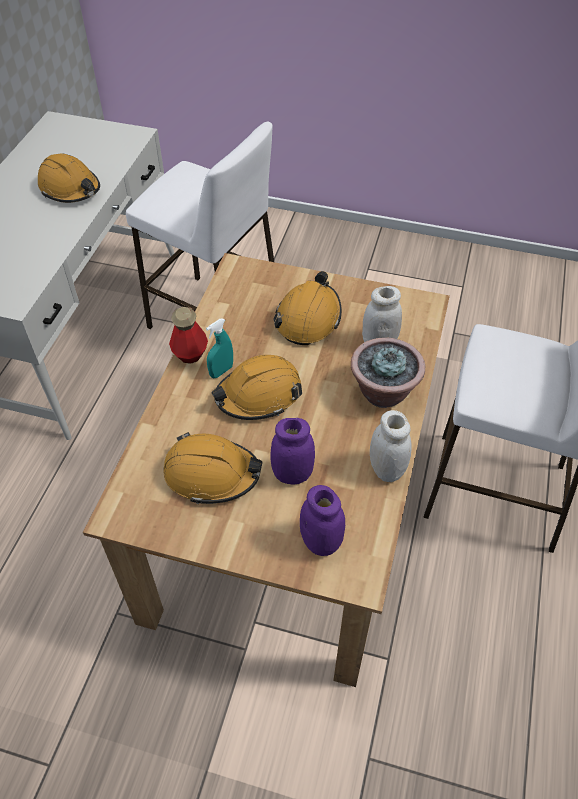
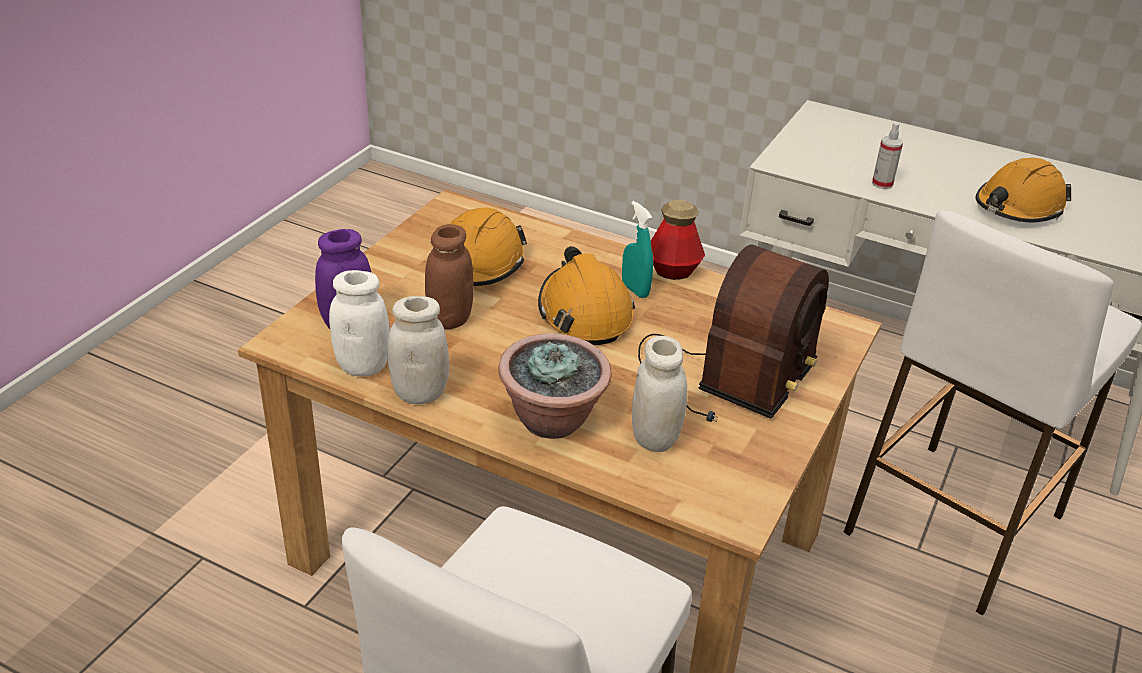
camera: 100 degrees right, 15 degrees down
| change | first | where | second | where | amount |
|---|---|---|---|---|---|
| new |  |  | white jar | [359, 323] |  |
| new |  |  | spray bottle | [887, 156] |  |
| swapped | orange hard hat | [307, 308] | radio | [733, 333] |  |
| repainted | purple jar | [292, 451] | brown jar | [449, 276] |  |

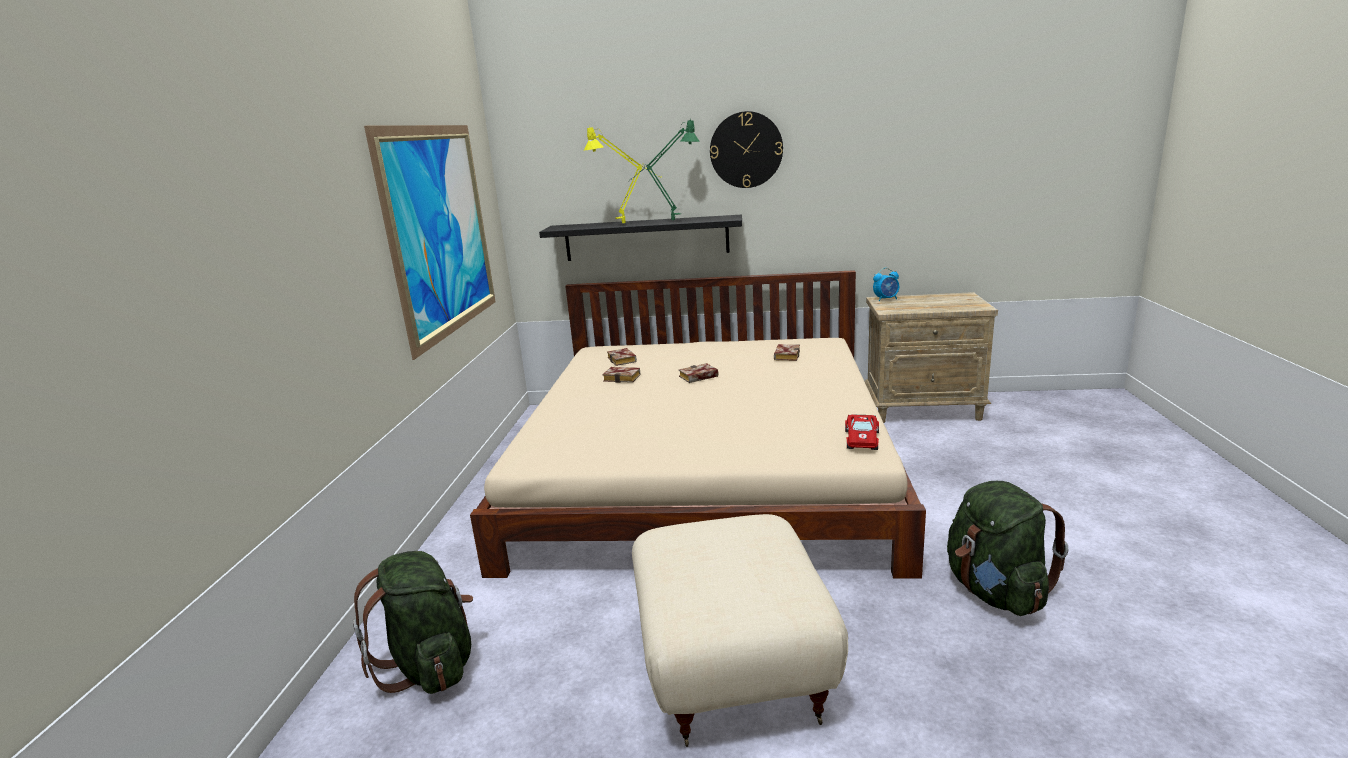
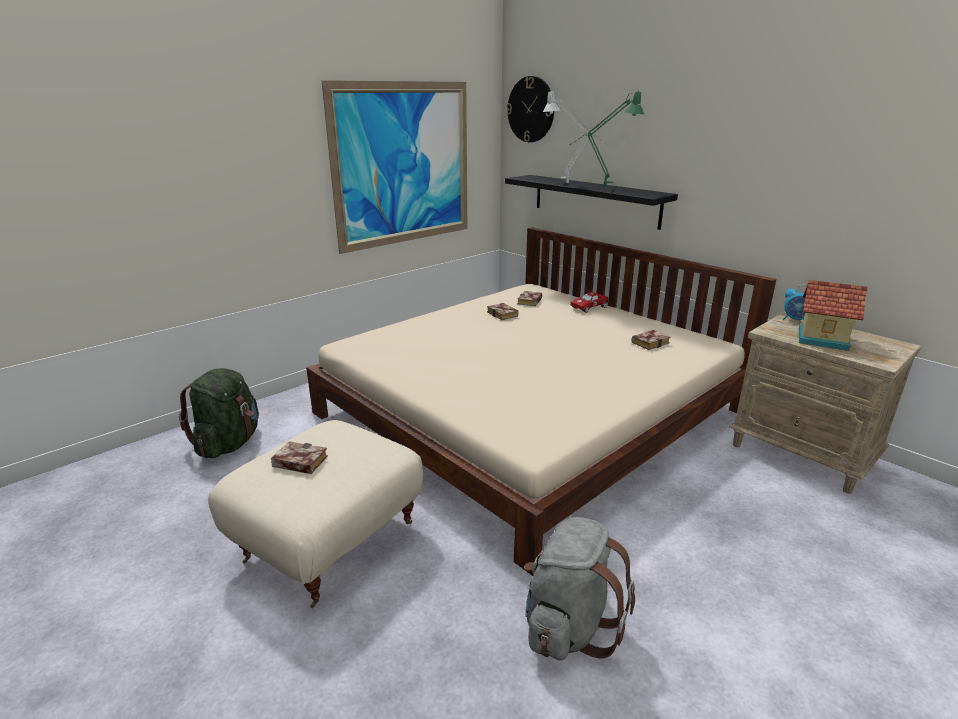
camera: 40 degrees right, 5 degrees up
| change | first | where | second | where | amount |
|---|---|---|---|---|---|
| new |  |  | toy house | [833, 315] |  |
| shifted | book | [698, 373] |  | [299, 457] |  |
| shifted | wall clock | [746, 149] |  | [530, 109] |  |
| shifted | red toy car | [862, 432] |  | [589, 302] |  |
| repainted | yellow table lamp | [622, 175] | grey table lamp | [575, 137] |  |
| repainted | green backpack | [1007, 548] | grey backpack | [579, 589] |  |

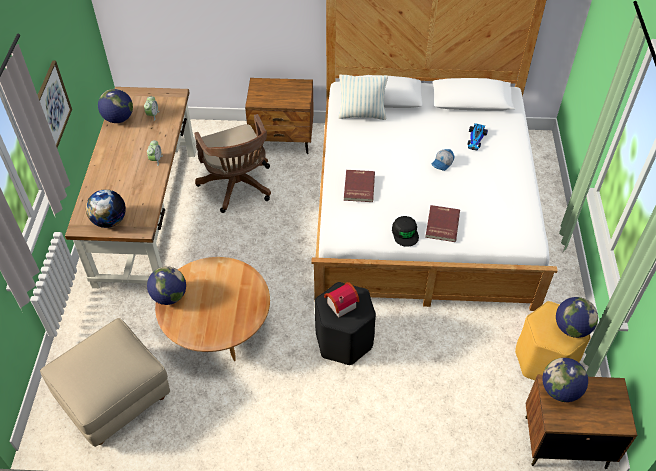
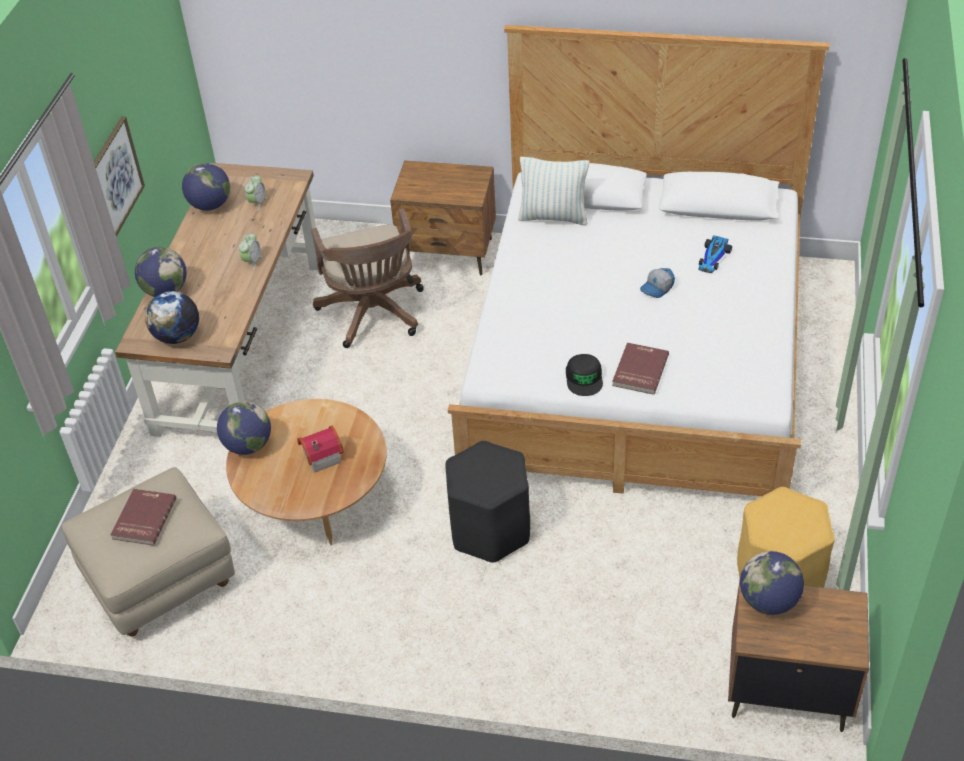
camera: 10 degrees right, 5 degrees down
| change | first | where | second | where | amount |
|---|---|---|---|---|---|
| shifted | toy house | [342, 299] |  | [320, 449] |  |
| shifted | red book | [359, 186] |  | [143, 517] |  |
| shifted | globe | [577, 317] |  | [161, 272] |  |

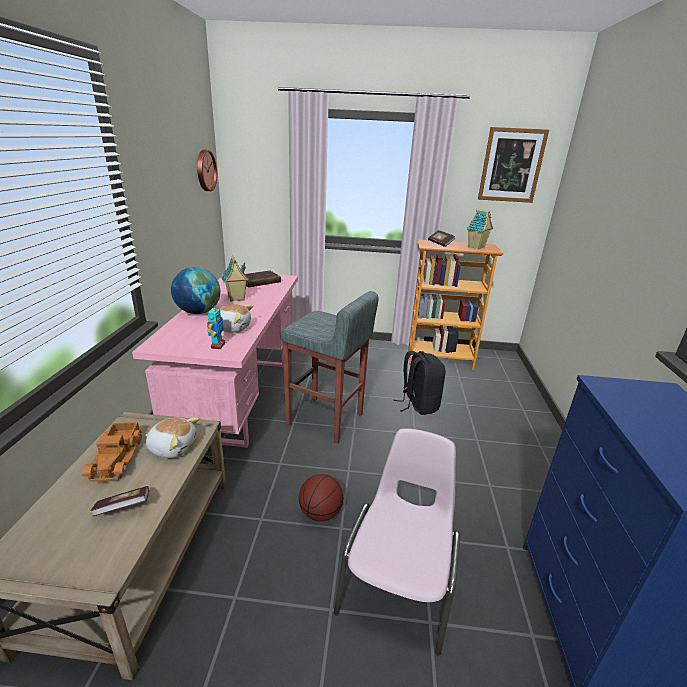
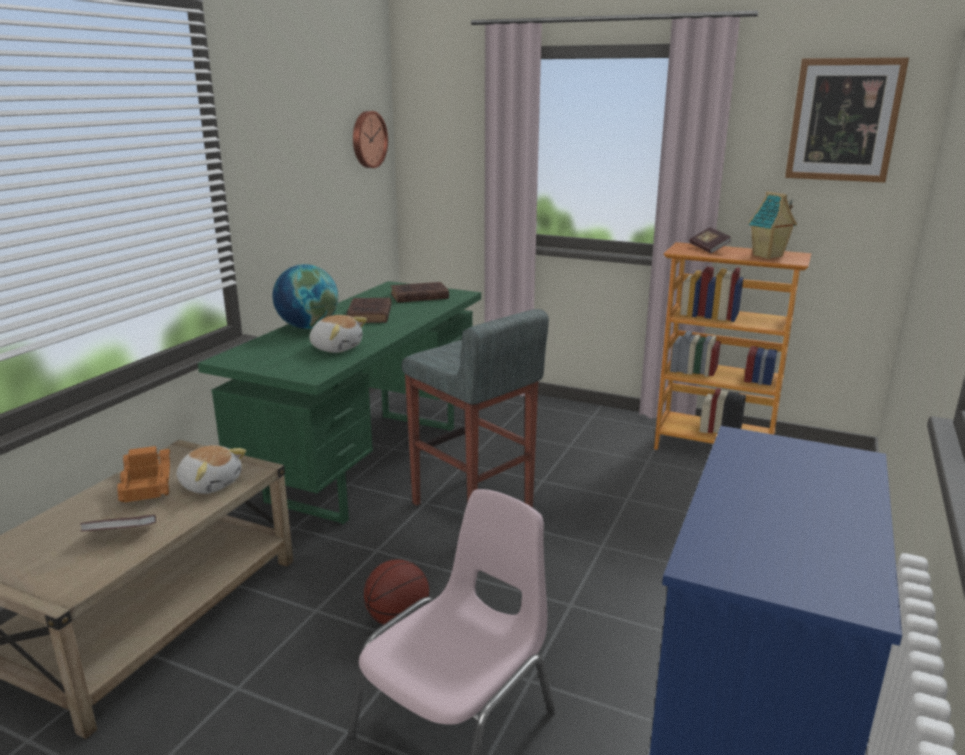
camera: 20 degrees right, 5 degrees down
| change | first | where | second | where | amount |
|---|---|---|---|---|---|
| gone | toy robot | [216, 328] |  |  |  |
| gone | black backpack | [420, 383] |  |  |  |
| swapped | toy house | [235, 279] | brown book | [369, 310] |  |
| repainted | pink desk | [215, 360] | green desk | [339, 402] |  |
| rotated | toy truck | [112, 452] |  | [143, 474] | 150 degrees clockwise |

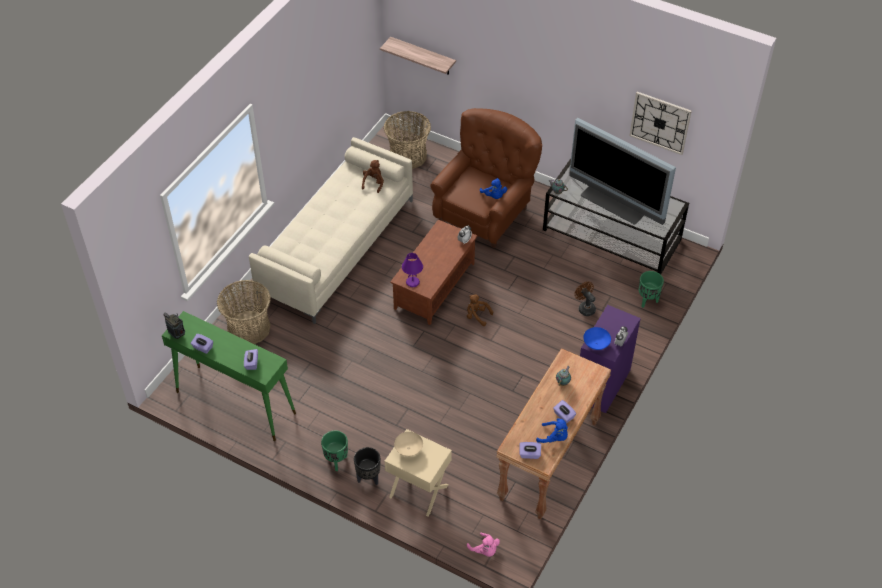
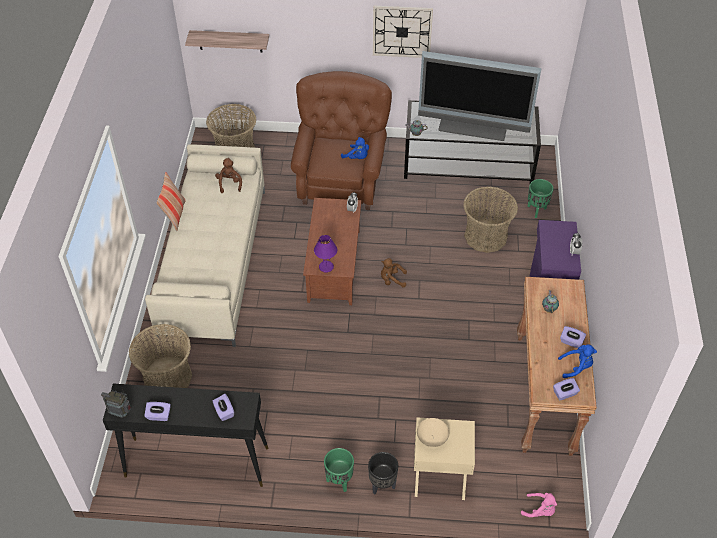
camera: 25 degrees left, 0 degrees up
| change | first | where | second | where | amount |
|---|---|---|---|---|---|
| gone | blue bowl | [597, 338] |  |  |  |
| new |  |  | pillow | [171, 201] |  |
| shifted | wall clock | [660, 123] |  | [403, 32] |  |
| swapped | brown fan | [585, 298] | basket | [490, 220] |  |
| repainted | green console table | [229, 376] | black console table | [186, 435] |  |

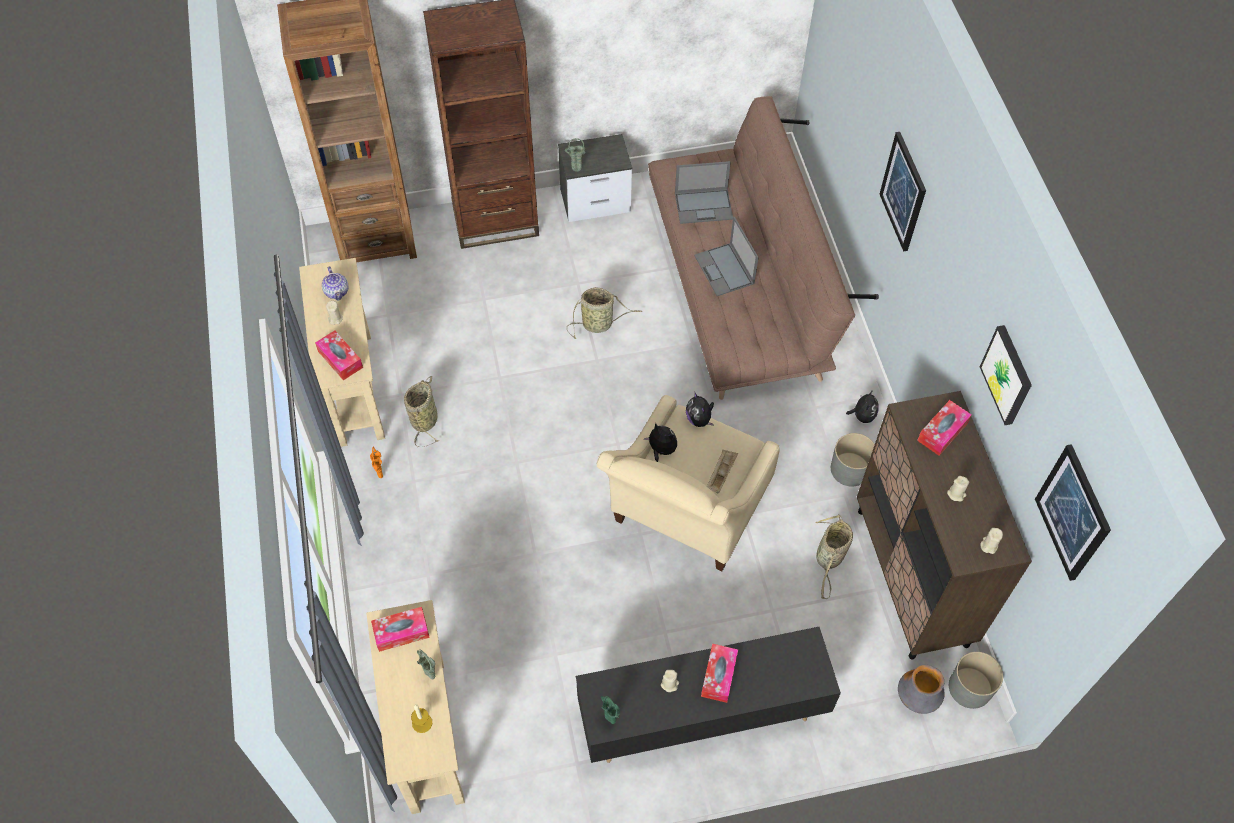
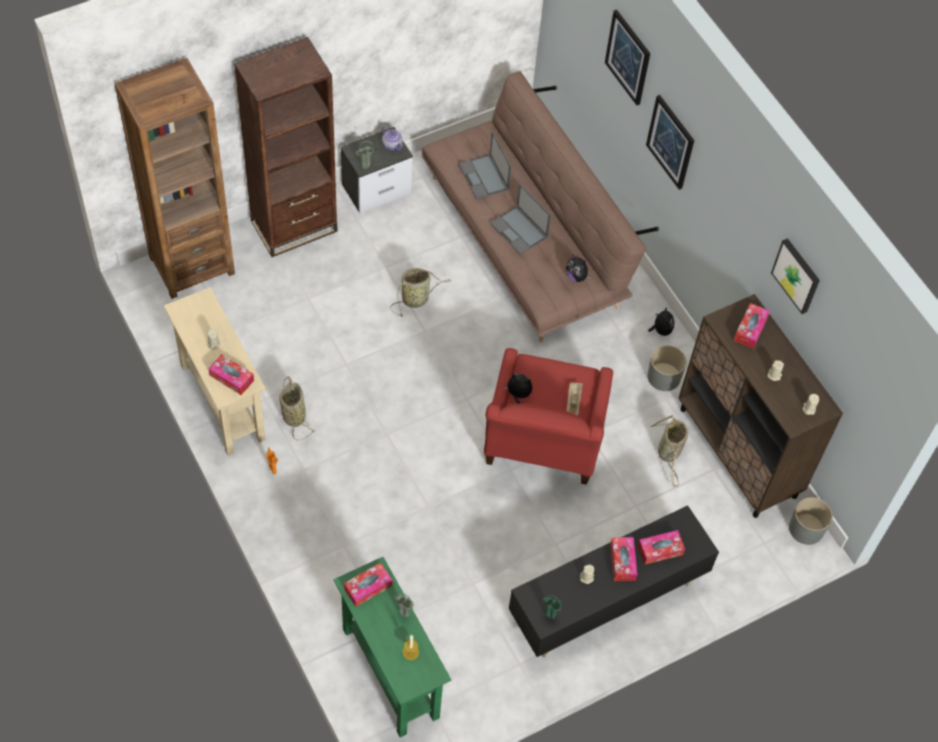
camera: 20 degrees left, 0 degrees up
| change | first | where | second | where | amount |
|---|---|---|---|---|---|
| gone | vase | [921, 689] |  |  |  |
| new |  |  | tissue box | [661, 547] |  |
| shifted | teapot | [335, 283] |  | [392, 138] |  |
| shifted | plush toy | [700, 410] |  | [578, 268] |  |
| shifted | picture | [1073, 512] |  | [627, 57] |  |
| repainted | beige console table | [415, 707] | green console table | [392, 647] |  |
| repainted | beige armchair | [688, 483] | red armchair | [548, 416] |  |
| rotated | laptop | [704, 192] |  | [485, 165] | 90 degrees clockwise |

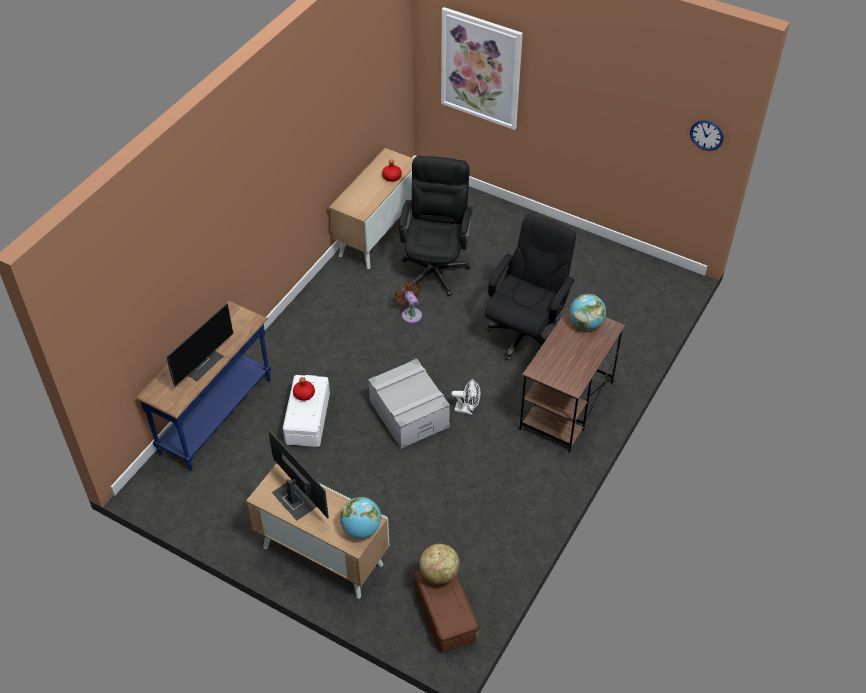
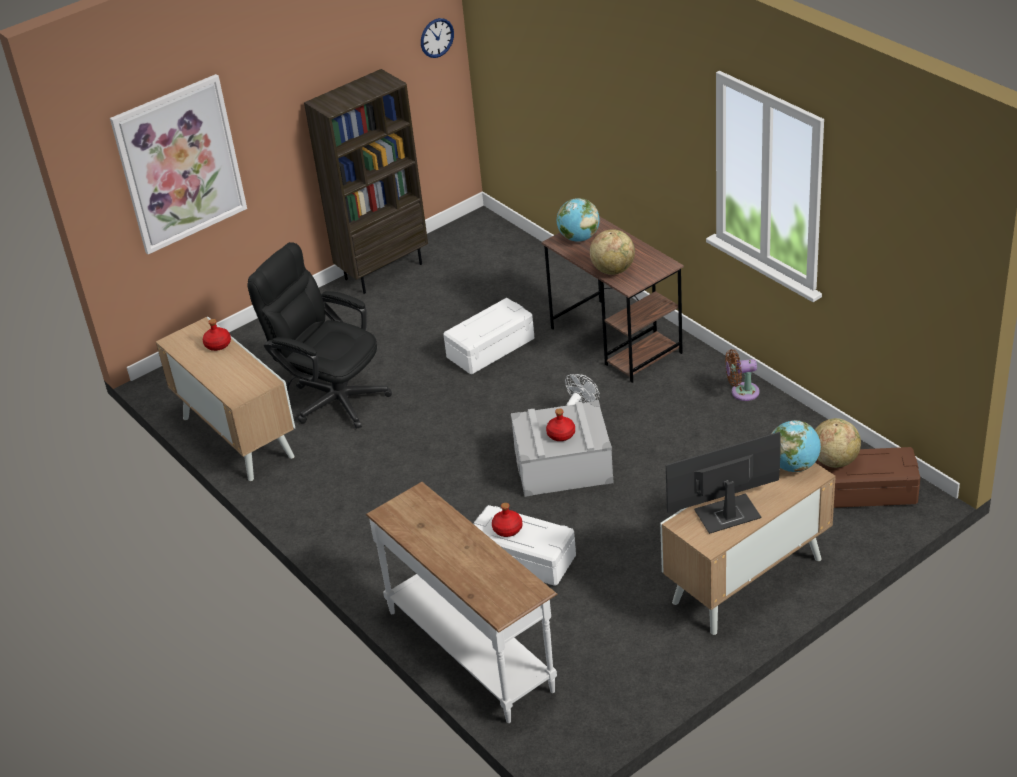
camera: 65 degrees left, 10 degrees down
| change | first | where | second | where | amount |
|---|---|---|---|---|---|
| gone | monitor | [200, 344] |  |  |  |
| new |  |  | brown bookcase | [366, 181] |  |
| new |  |  | red bottle | [560, 425] |  |
| new |  |  | globe | [612, 252] |  |
| shifted | brown fan | [408, 302] |  | [742, 375] |  |
| swapped | black office chair | [530, 288] | white storage box | [488, 336] |  |
| repainted | blue console table | [203, 386] | white console table | [461, 602] |  |

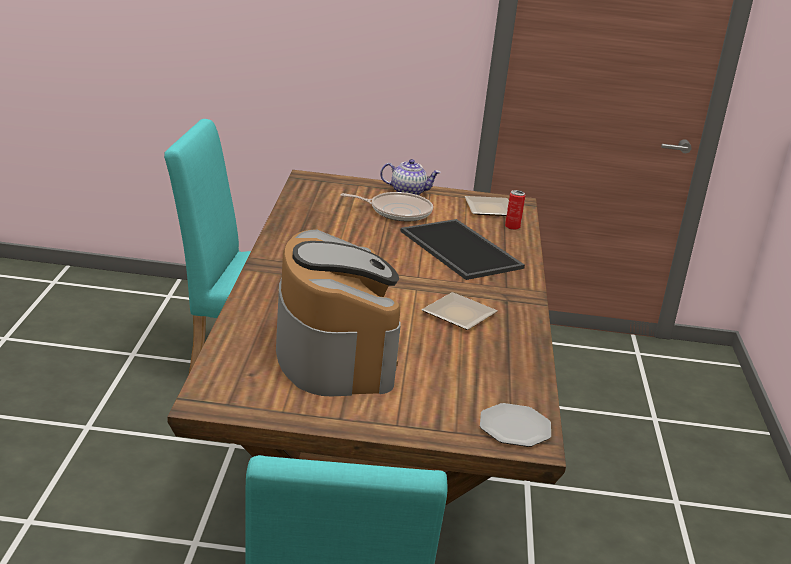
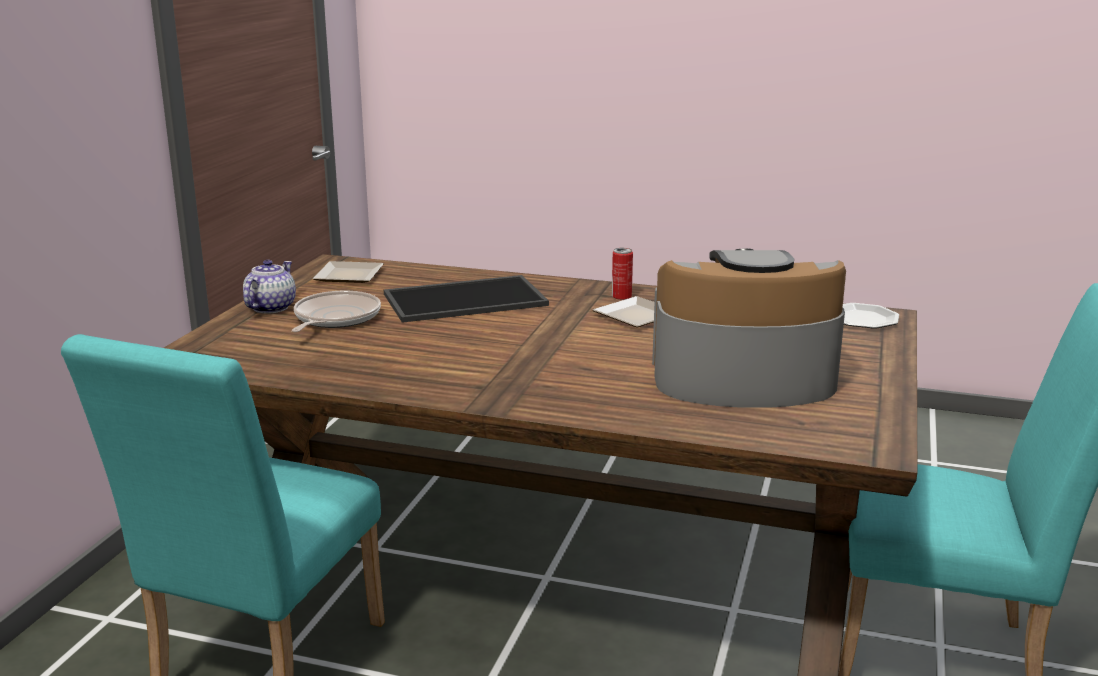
camera: 75 degrees left, 5 degrees down
| change | first | where | second | where | amount |
|---|---|---|---|---|---|
| shifted | can | [515, 210] |  | [622, 274] |  |

